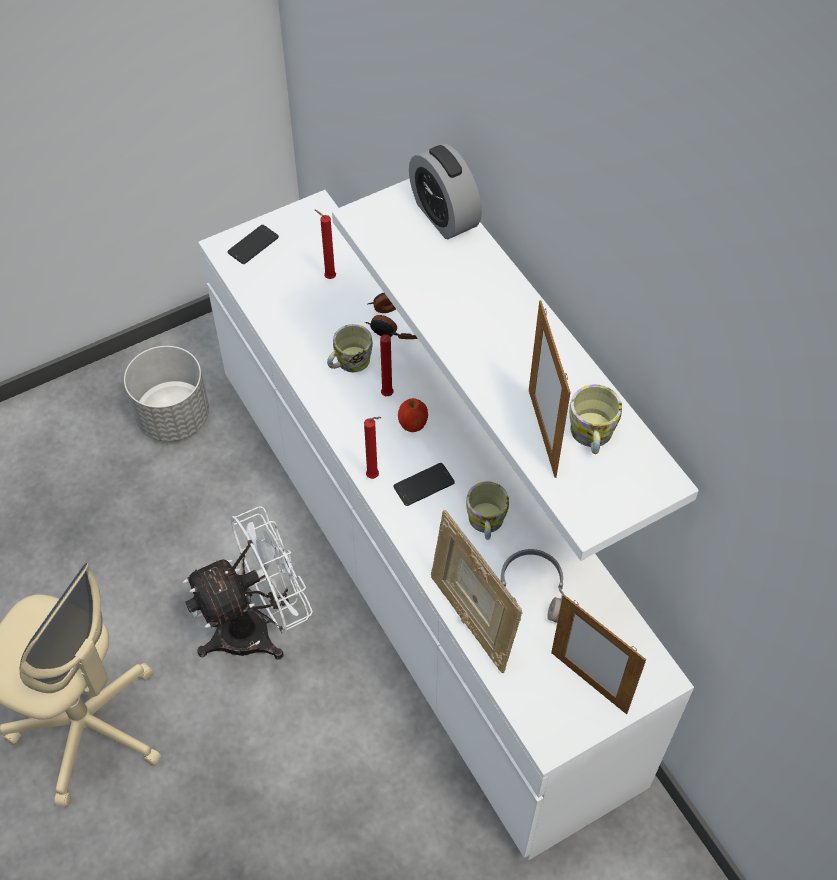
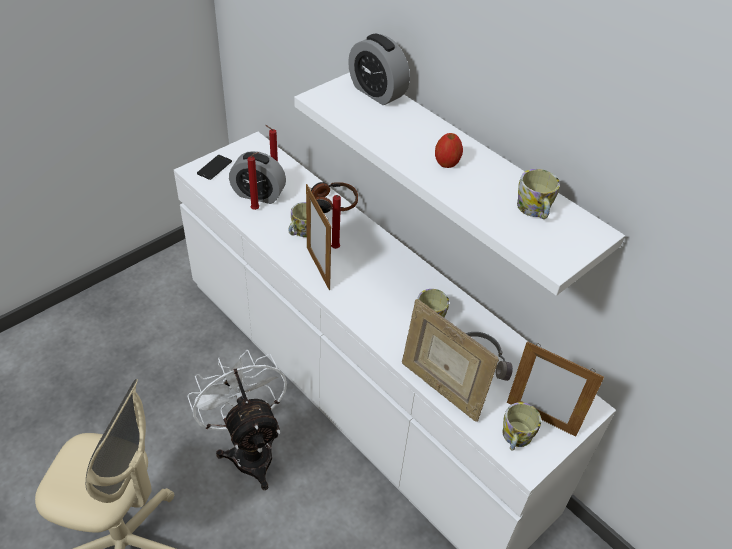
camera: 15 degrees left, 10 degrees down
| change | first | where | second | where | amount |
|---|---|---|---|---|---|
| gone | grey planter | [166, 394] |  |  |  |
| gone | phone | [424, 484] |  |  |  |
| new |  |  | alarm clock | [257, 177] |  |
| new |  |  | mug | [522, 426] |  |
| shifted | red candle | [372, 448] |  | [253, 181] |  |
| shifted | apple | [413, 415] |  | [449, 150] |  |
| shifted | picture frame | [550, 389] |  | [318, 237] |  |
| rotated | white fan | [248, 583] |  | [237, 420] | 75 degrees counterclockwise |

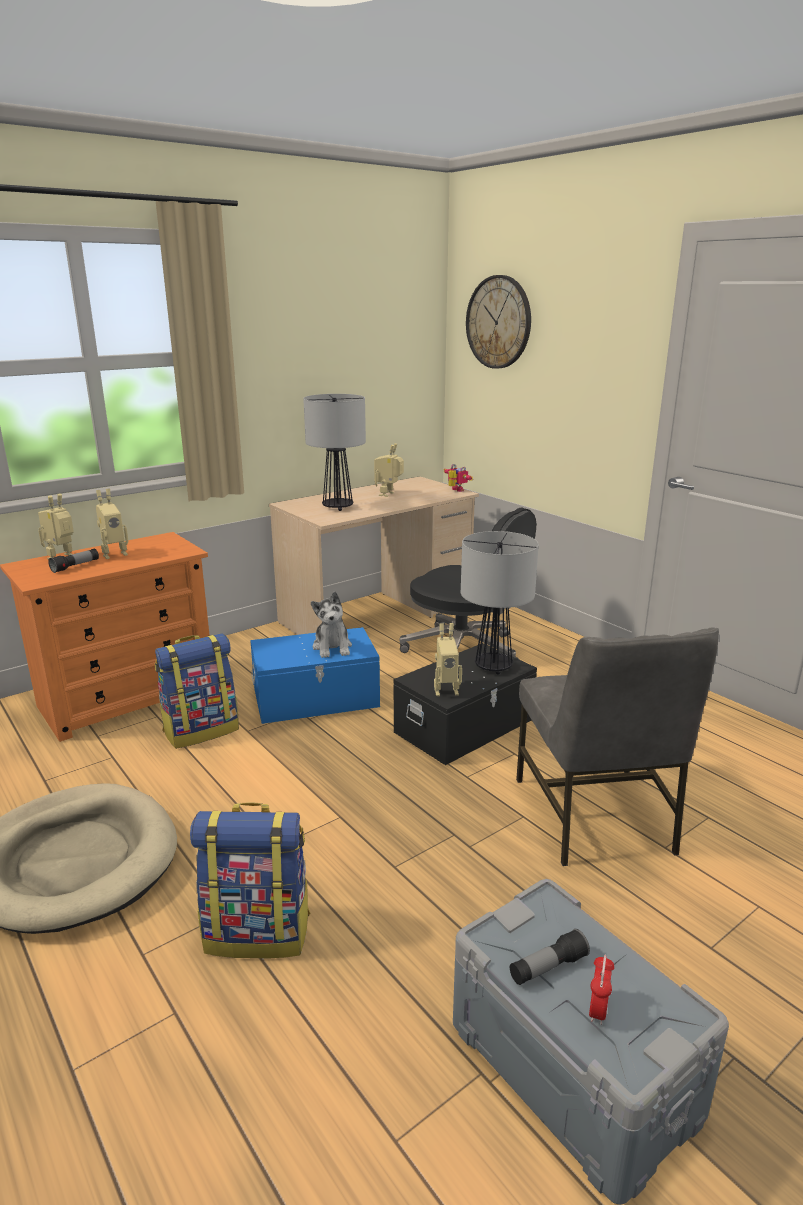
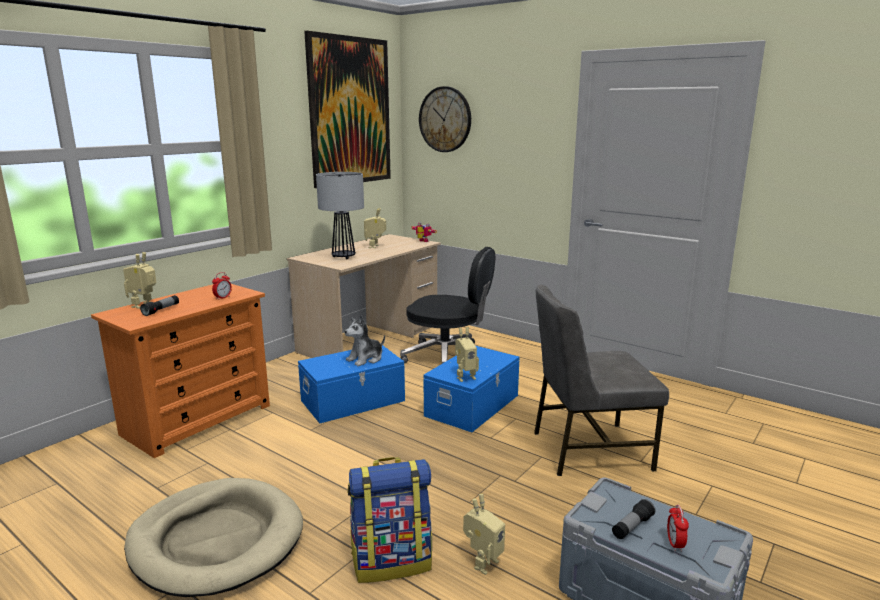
camera: 15 degrees left, 5 degrees down
| change | first | where | second | where | amount |
|---|---|---|---|---|---|
| gone | backpack | [197, 691] |  |  |  |
| gone | table lamp | [500, 603] |  |  |  |
| new |  |  | alarm clock | [222, 286] |  |
| new |  |  | picture | [347, 109] |  |
| shifted | toy robot | [112, 524] |  | [484, 534] |  |
| repainted | black storage box | [465, 704] | blue storage box | [471, 389] |  |
| rotated | plush toy | [331, 624] |  | [365, 340] | 75 degrees clockwise |
| rotated | grey chair | [617, 746] |  | [601, 380] | 105 degrees clockwise |

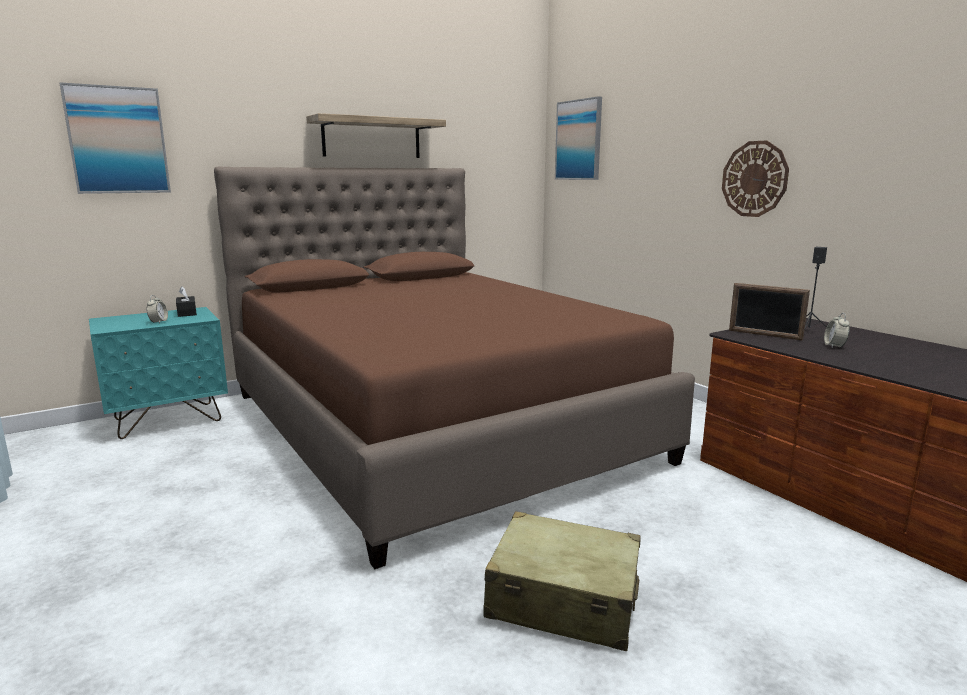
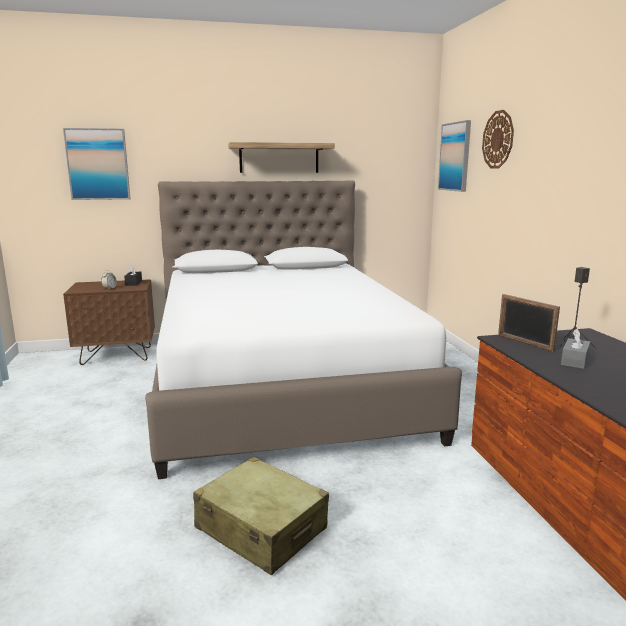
camera: 20 degrees right, 0 degrees up
| change | first | where | second | where | amount |
|---|---|---|---|---|---|
| shifted | wall clock | [755, 178] |  | [498, 139] |  |
| swapped | alarm clock | [837, 330] | grey tissue box | [576, 349] |  |
| repainted | turquoise nightstand | [158, 373] | brown nightstand | [109, 322] |  |
| repainted | brown bed | [454, 368] | white bed | [303, 329] |  |

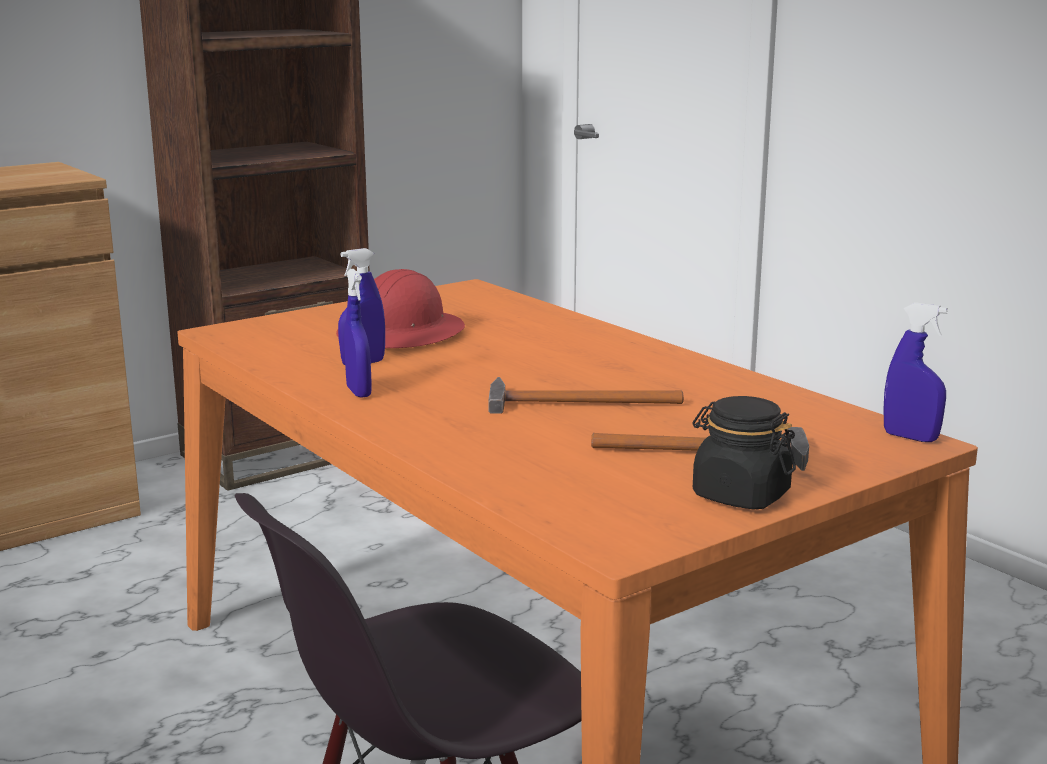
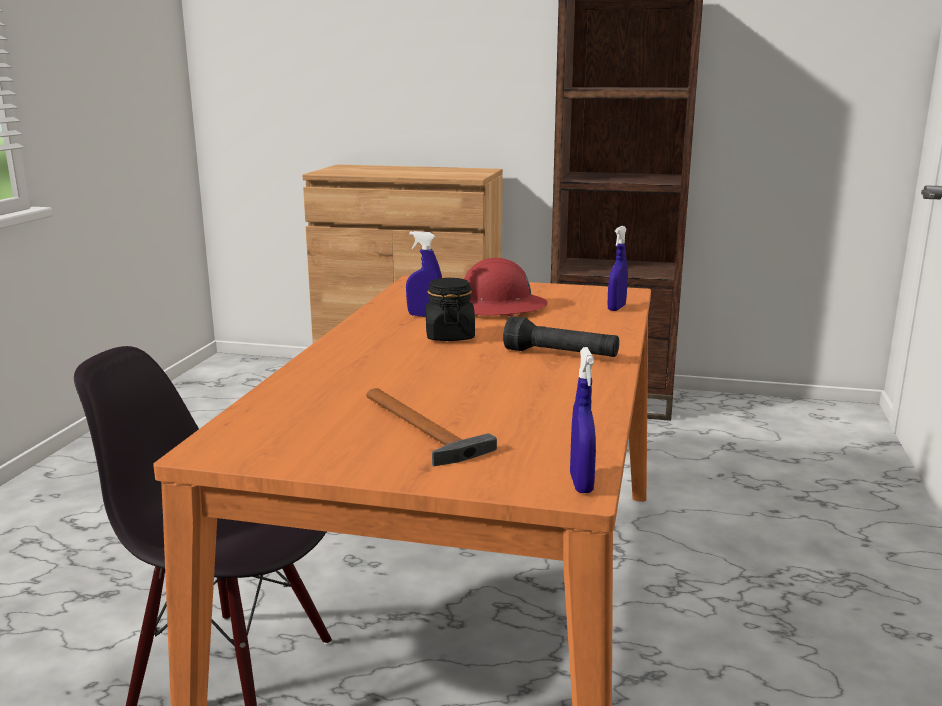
camera: 50 degrees right, 0 degrees up
| change | first | where | second | where | amount |
|---|---|---|---|---|---|
| gone | hammer | [586, 395] |  |  |  |
| new |  |  | black flashlight | [561, 336] |  |
| shifted | blue spray bottle | [358, 333] |  | [618, 268] |  |
| shifted | black jar | [744, 453] |  | [450, 309] |  |

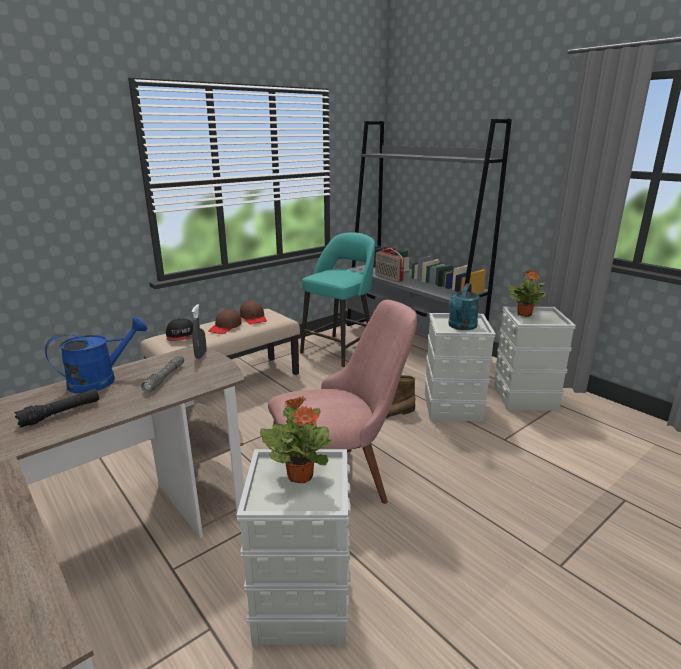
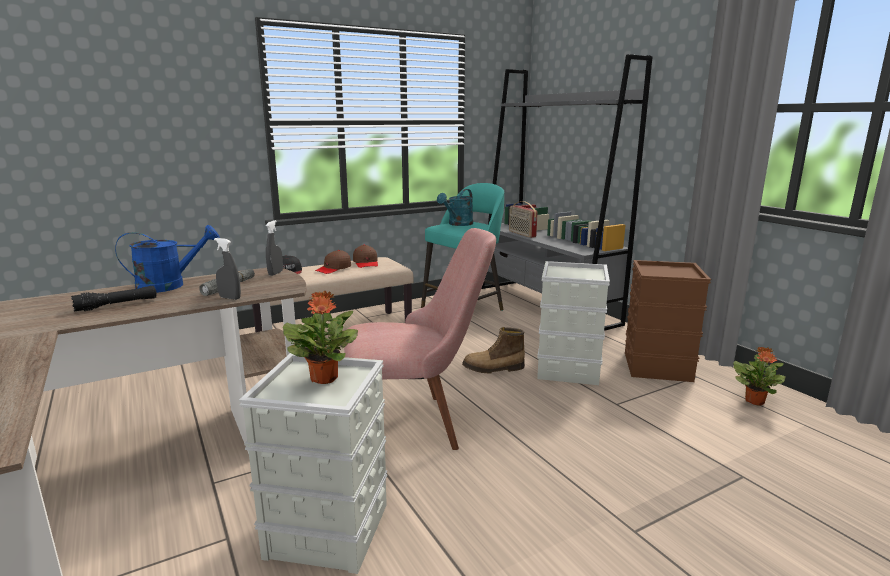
camera: 10 degrees right, 5 degrees down
| change | first | where | second | where | amount |
|---|---|---|---|---|---|
| new |  |  | grey spray bottle | [227, 269] |  |
| shifted | turquoise watering can | [464, 306] |  | [455, 207] |  |
| shifted | potted plant | [527, 293] |  | [759, 376] |  |
| repainted | grey storage box | [535, 359] | brown storage box | [668, 321] |  |

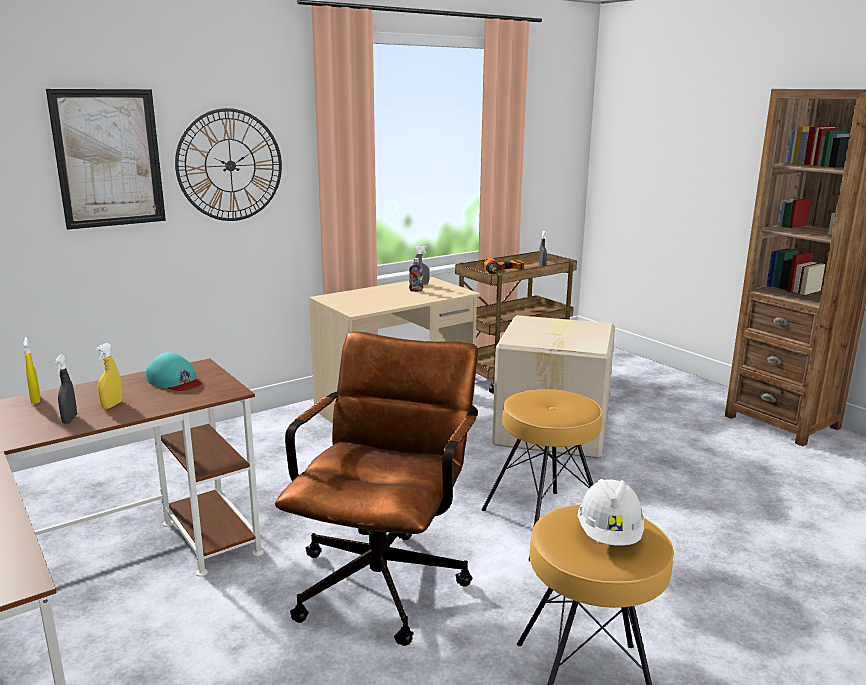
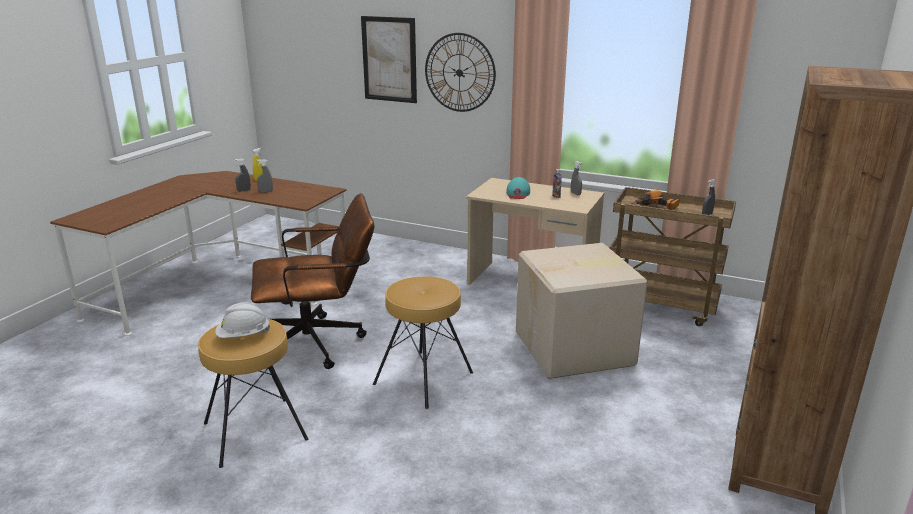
camera: 60 degrees right, 5 degrees up
| change | first | where | second | where | amount |
|---|---|---|---|---|---|
| shifted | turquoise cap | [174, 371] |  | [518, 188] |  |
| repainted | yellow spray bottle | [108, 376] | grey spray bottle | [264, 175] |  |

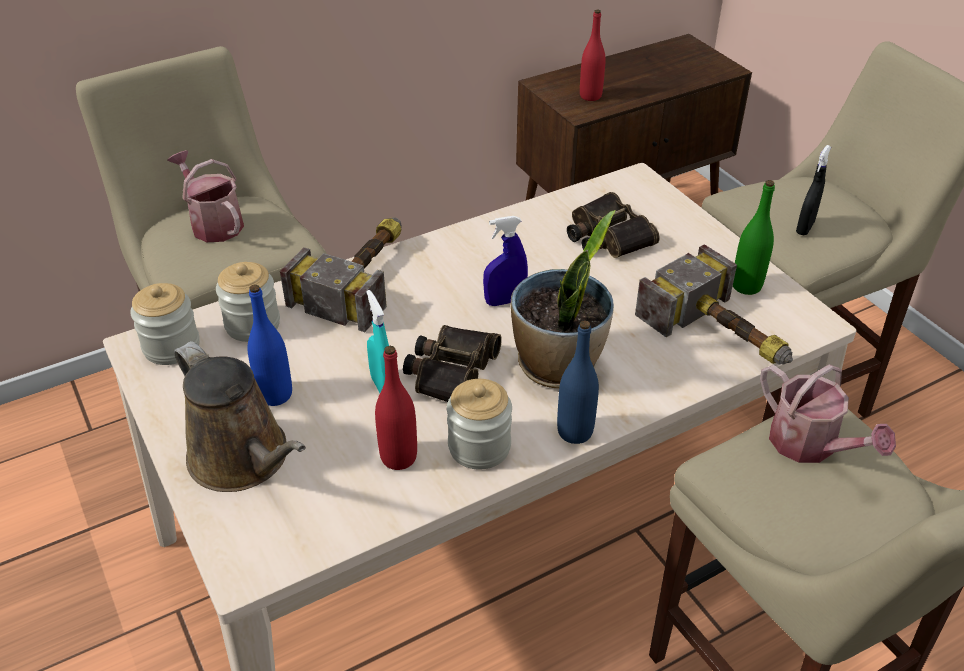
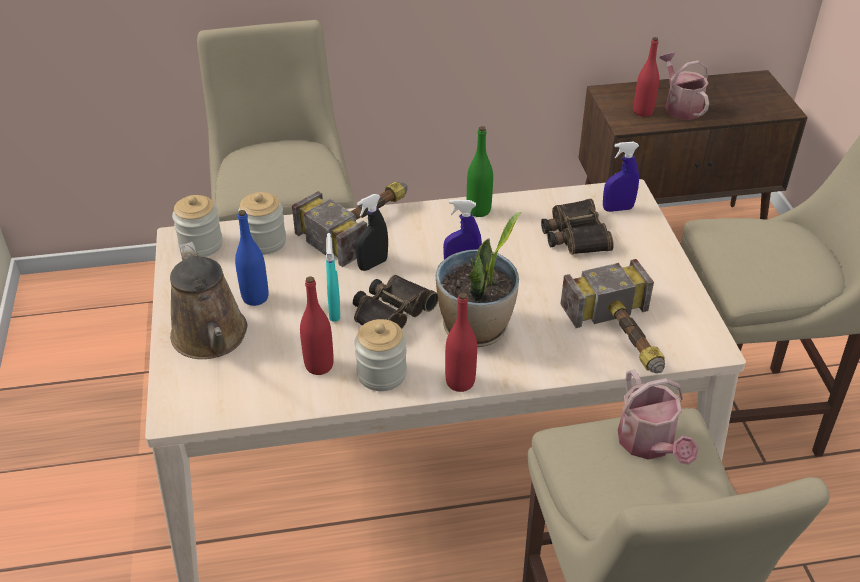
camera: 20 degrees right, 0 degrees up
| change | first | where | second | where | amount |
|---|---|---|---|---|---|
| new |  |  | blue spray bottle | [621, 176] |  |
| shifted | watering can | [205, 196] |  | [684, 86] |  |
| shifted | green bottle | [754, 237] |  | [480, 171] |  |
| shifted | black spray bottle | [813, 190] |  | [372, 232] |  |
| repainted | blue bottle | [578, 382] | red bottle | [461, 342] |  |

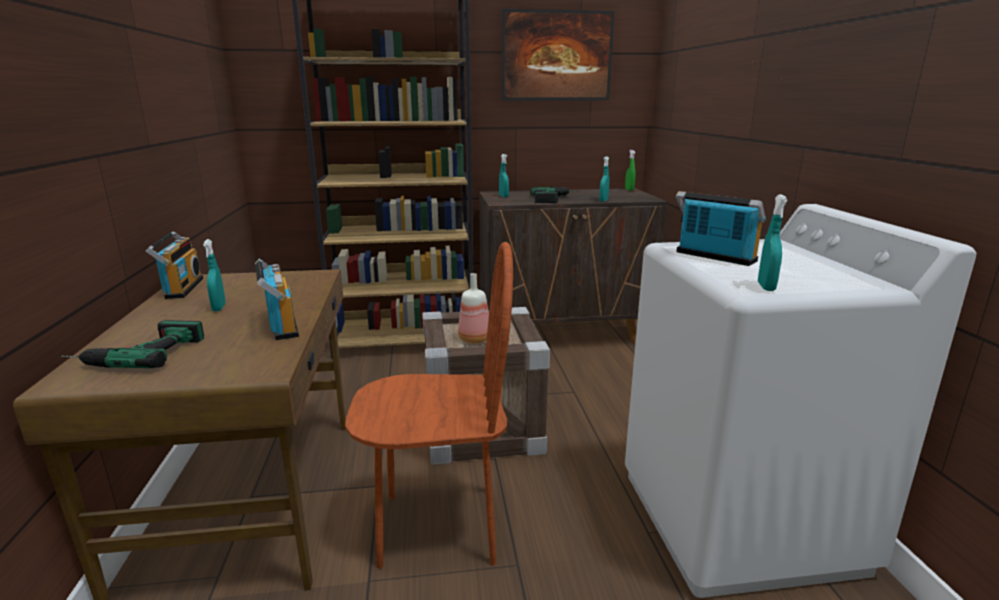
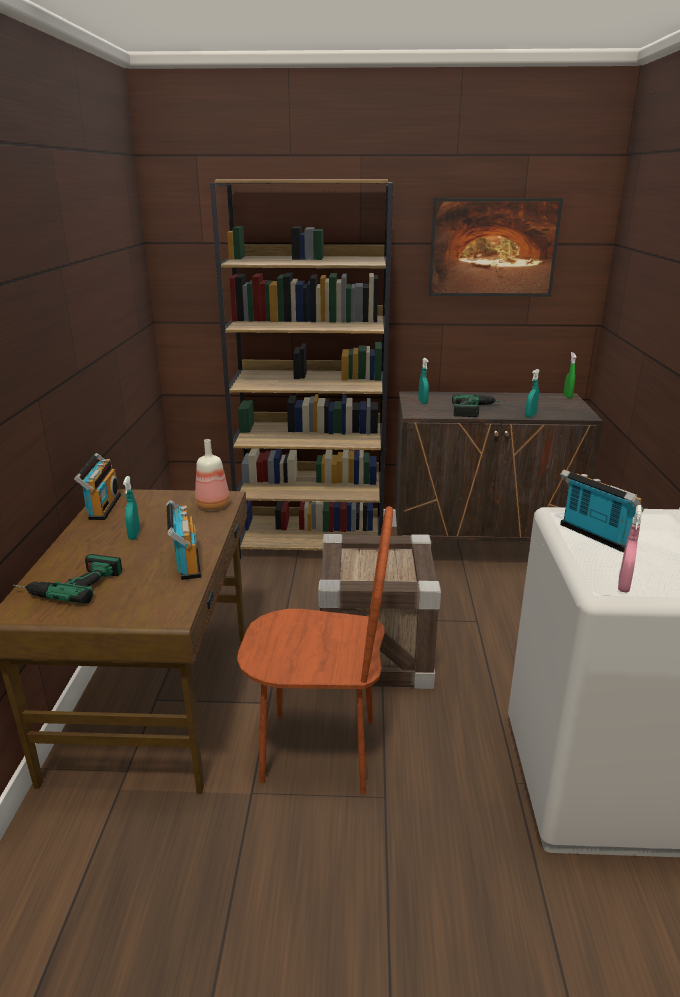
camera: 10 degrees right, 5 degrees up
| change | first | where | second | where | amount |
|---|---|---|---|---|---|
| shifted | bottle | [473, 308] |  | [212, 474] |  |
| repainted | turquoise spray bottle | [773, 242] | pink spray bottle | [630, 548] |  |

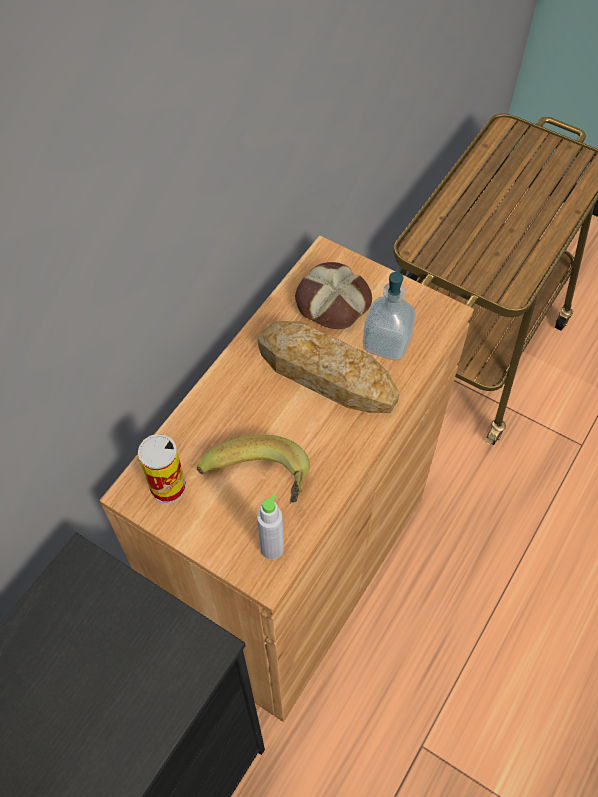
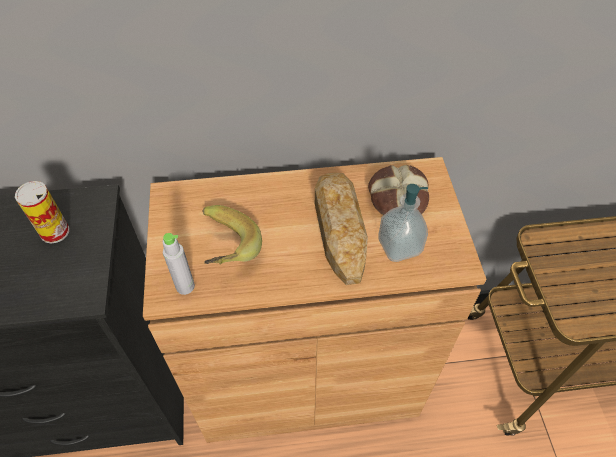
camera: 50 degrees right, 5 degrees down
| change | first | where | second | where | amount |
|---|---|---|---|---|---|
| shifted | can | [162, 469] |  | [42, 212] |  |

